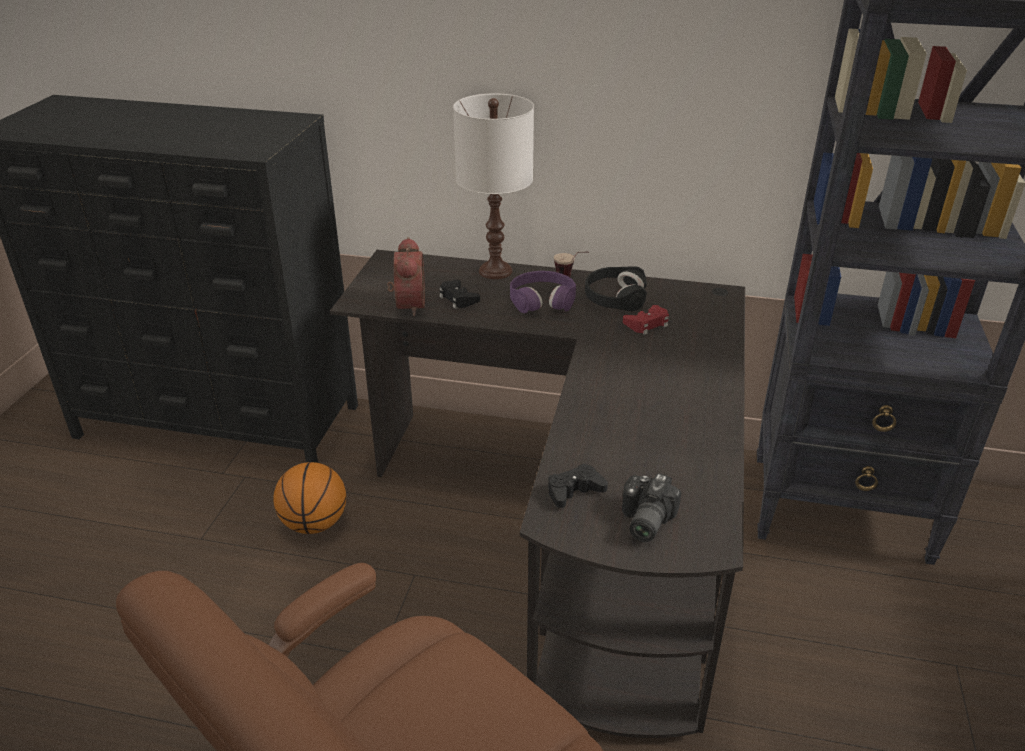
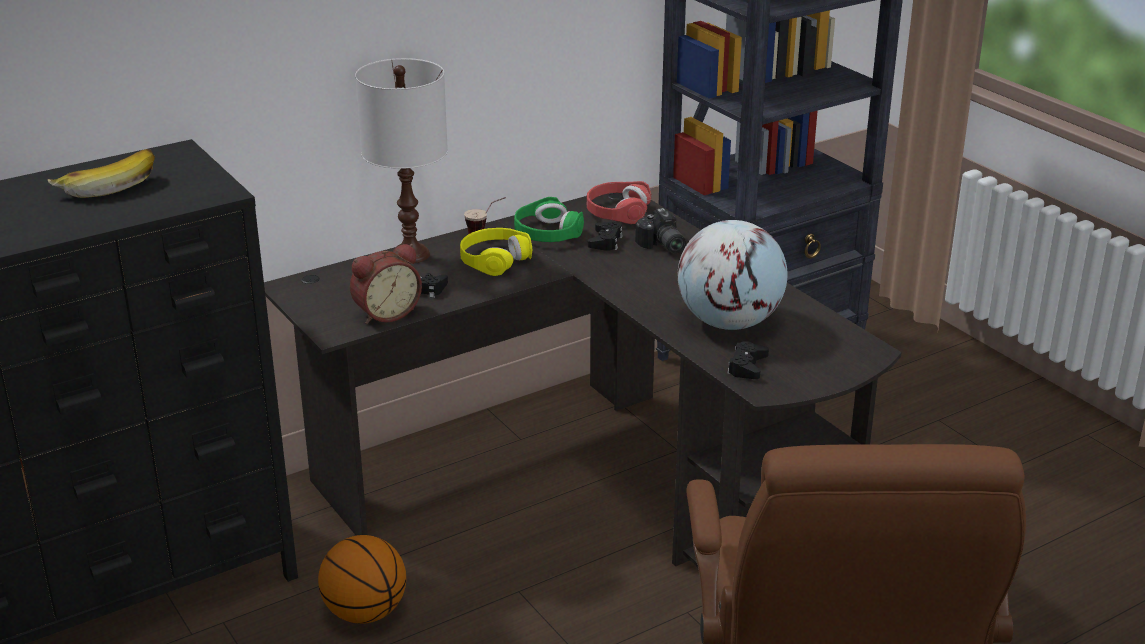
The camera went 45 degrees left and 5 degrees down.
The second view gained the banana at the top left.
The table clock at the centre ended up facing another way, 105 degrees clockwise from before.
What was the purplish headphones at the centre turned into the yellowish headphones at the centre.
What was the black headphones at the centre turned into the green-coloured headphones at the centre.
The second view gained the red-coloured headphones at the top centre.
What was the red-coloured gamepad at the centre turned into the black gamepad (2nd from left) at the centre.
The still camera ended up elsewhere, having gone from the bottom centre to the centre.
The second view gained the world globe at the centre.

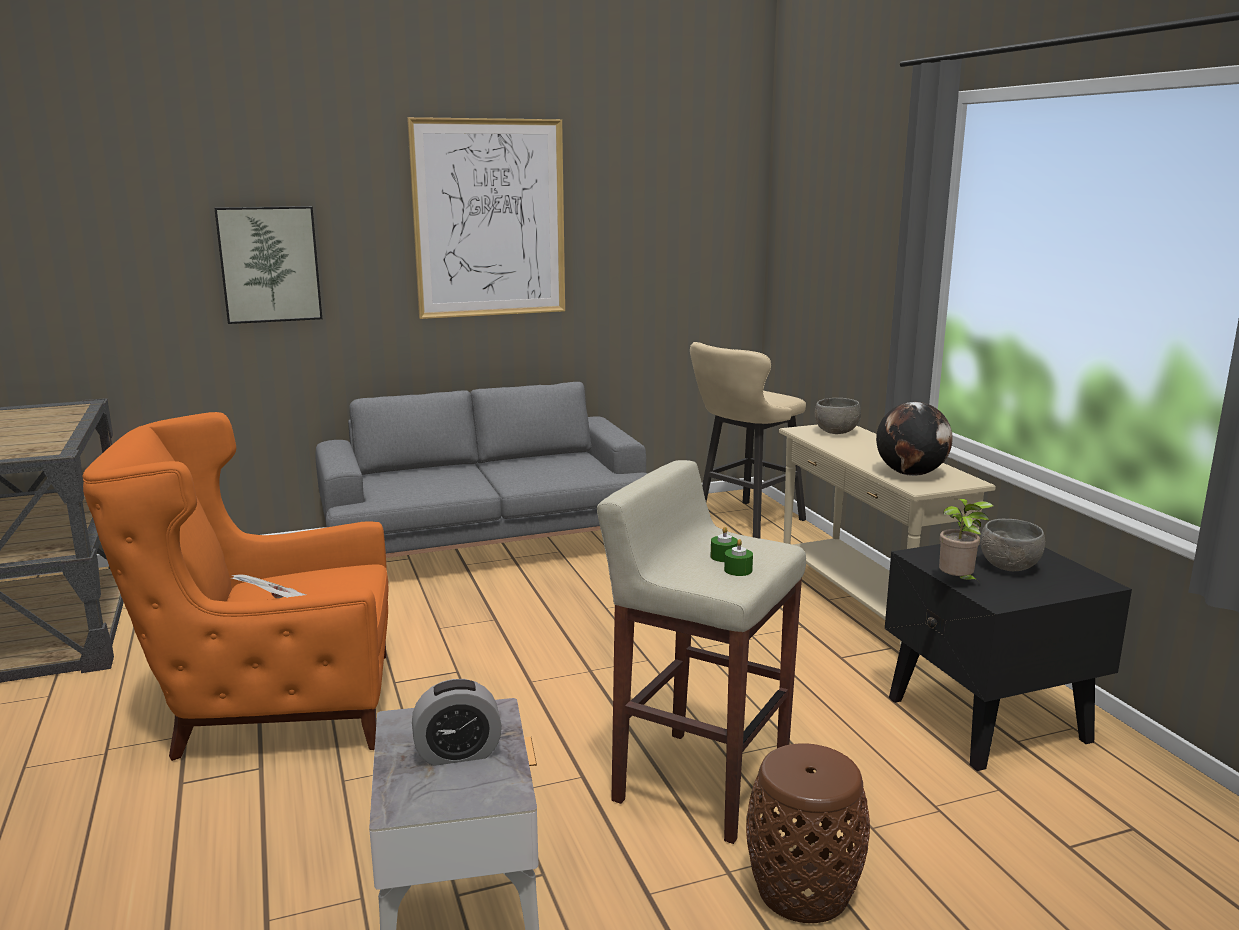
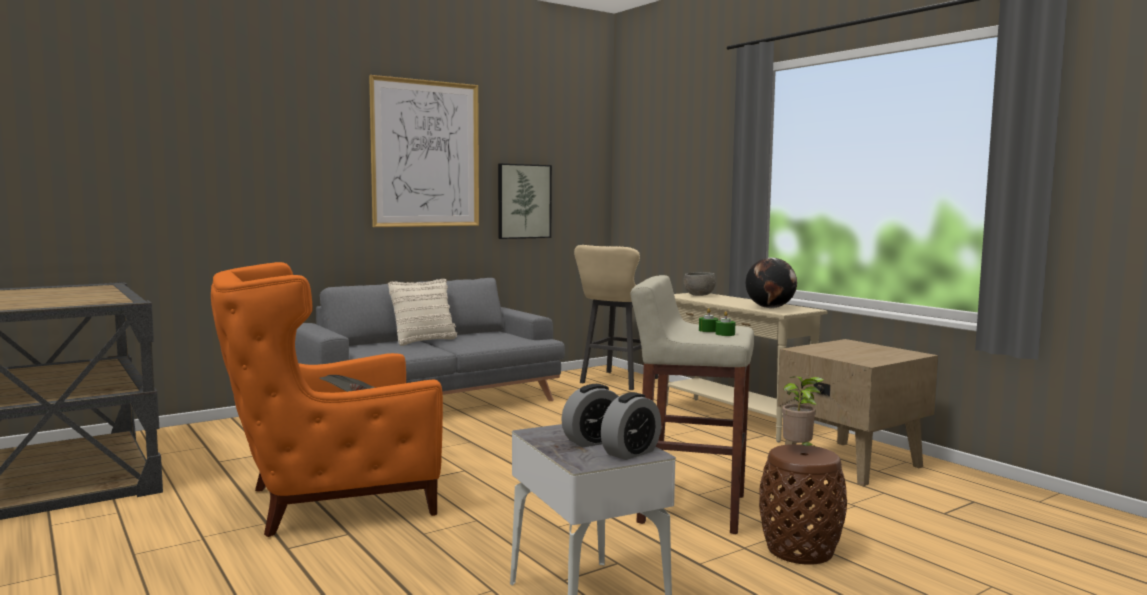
The camera went 15 degrees left and 10 degrees down.
The second view gained the sand-coloured cushion at the centre.
The wall art (1st from left in the first image) ended up elsewhere, having gone from the top left to the centre.
The second view gained the table clock (2nd from left) at the bottom centre.
What was the black bedside table at the bottom right turned into the sand-coloured bedside table at the bottom right.
The houseplant ended up elsewhere, having gone from the middle right to the bottom right.
The second view lost the gray serving bowl (2nd from left) at the middle right.

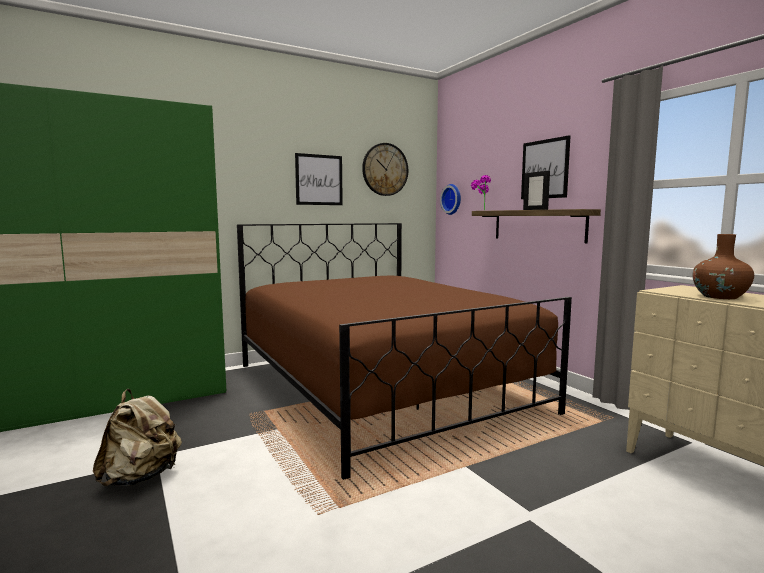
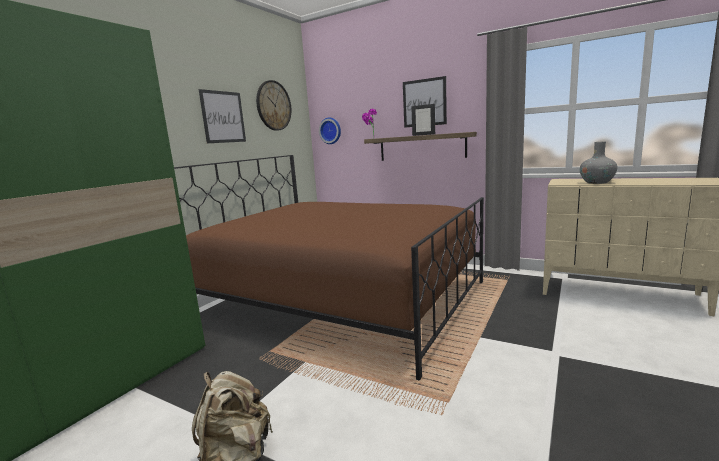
The camera went 30 degrees left and 5 degrees up.
What was the brown flower vase at the middle right turned into the gray flower vase at the middle right.

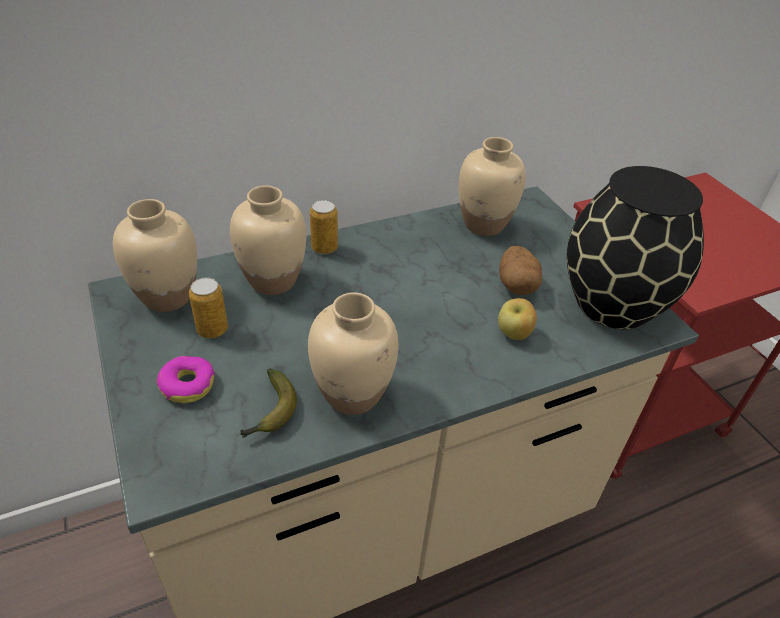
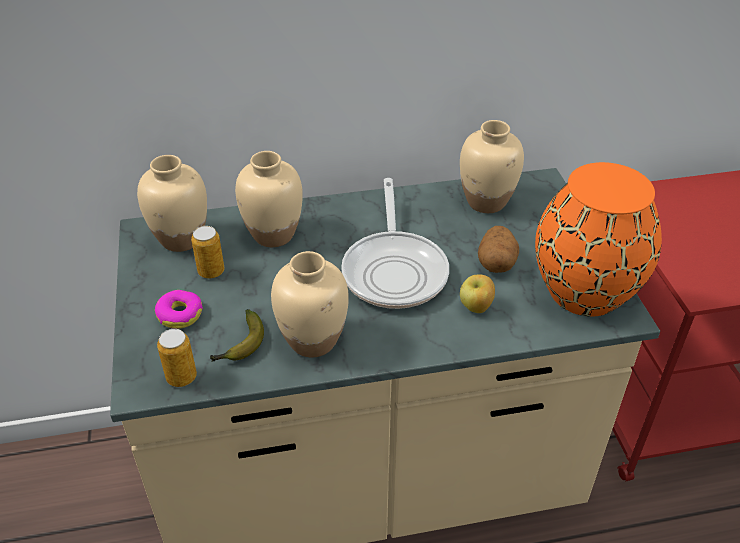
The camera went 15 degrees right and 0 degrees up.
The can (2nd from left in the first image) ended up elsewhere, having gone from the centre to the middle left.
The second view gained the skillet at the centre.
What was the black flower vase at the middle right turned into the orangey flower vase at the middle right.

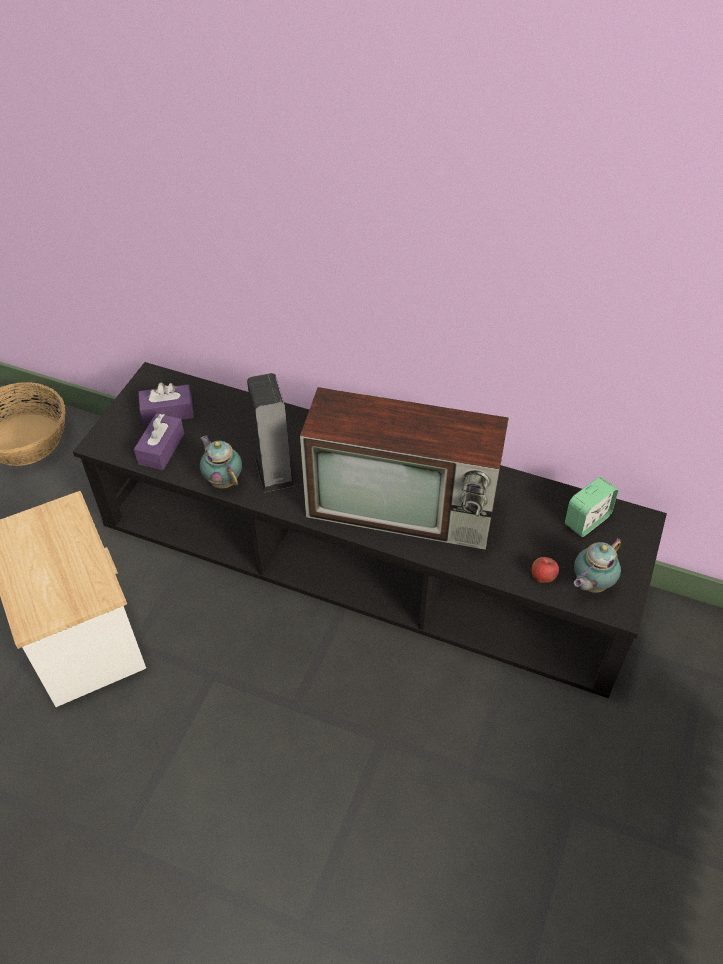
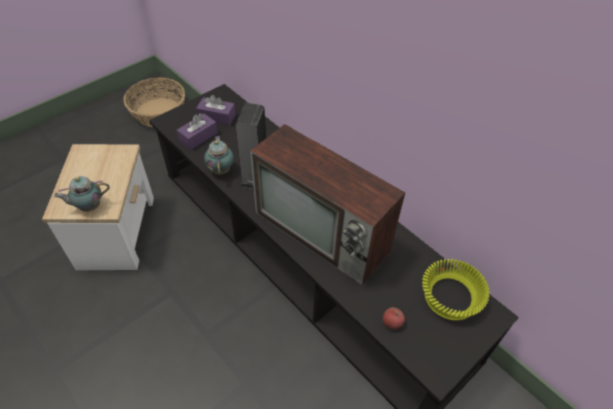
The camera went 25 degrees right and 0 degrees up.
The tea pot (2nd from left in the first image) ended up elsewhere, having gone from the middle right to the middle left.
Where the table clock stood at the middle right, the yellowish serving bowl came to stand at the bottom right.

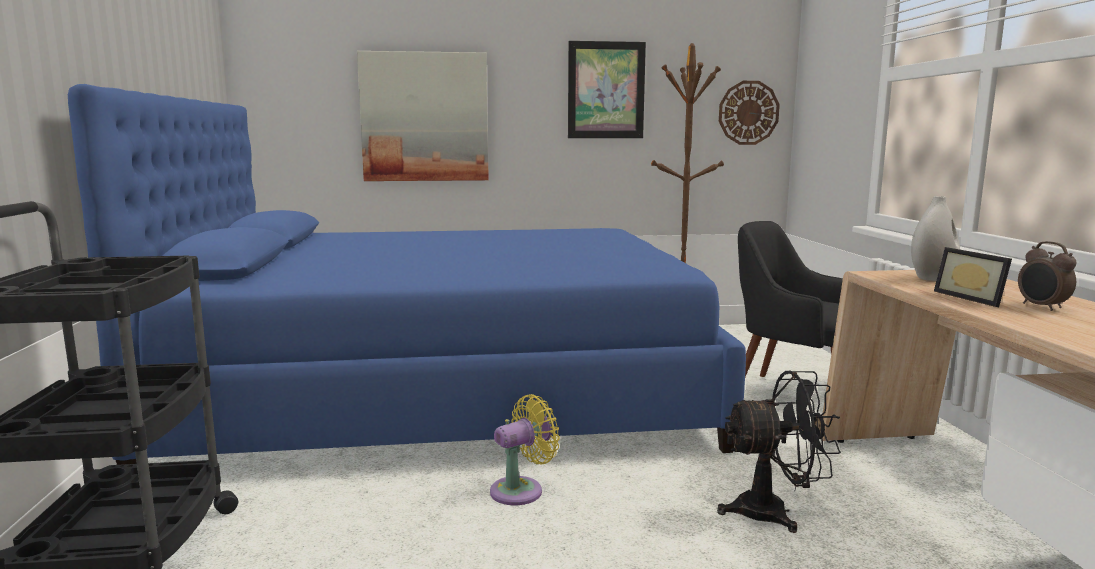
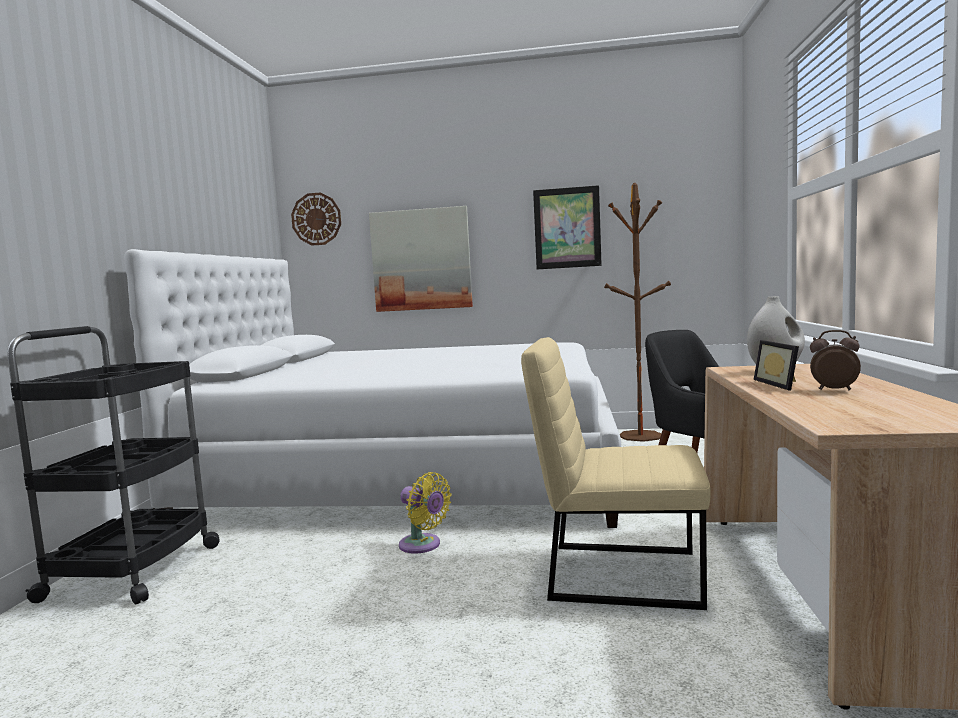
The camera went 15 degrees right and 5 degrees down.
What was the blue sleeping bed at the centre turned into the whitish sleeping bed at the centre.
The wall clock ended up elsewhere, having gone from the top right to the top left.
The yellowish fan at the bottom centre ended up facing another way, 60 degrees clockwise from before.
Where the black fan stood at the bottom right, the sand-coloured upright chair came to stand at the centre.
The table clock at the middle right ended up facing another way, 120 degrees clockwise from before.

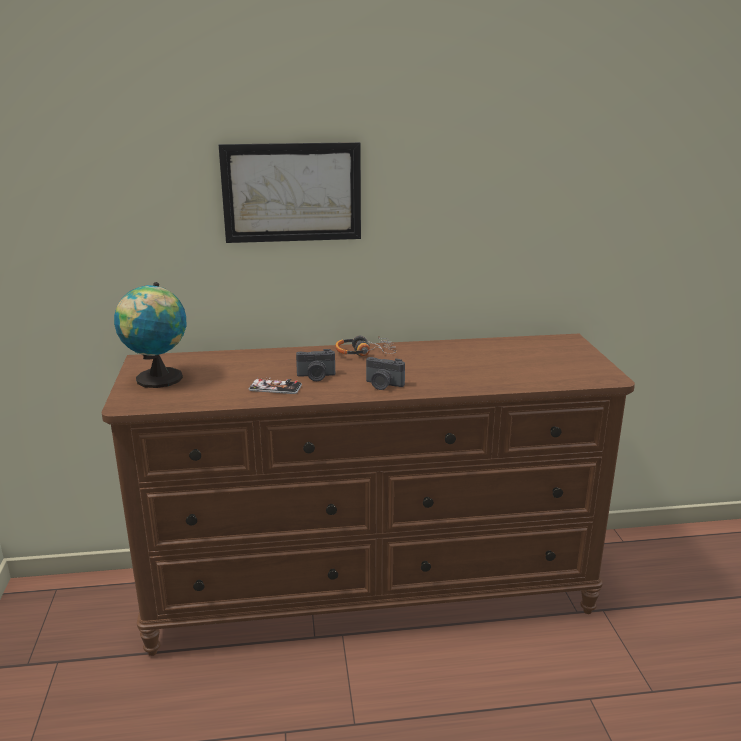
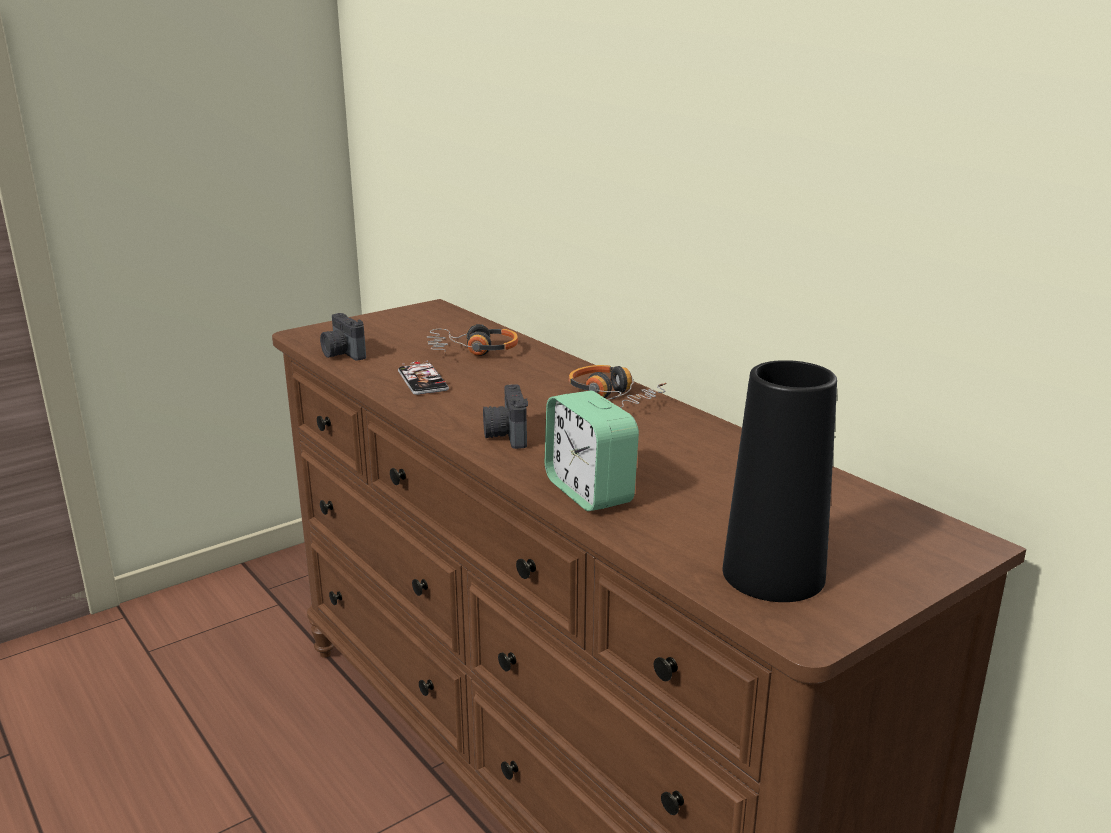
The camera went 60 degrees right and 0 degrees up.
The still camera (1st from left) ended up elsewhere, having gone from the centre to the middle left.
The second view gained the headphones (1st from left) at the centre.
The second view gained the table clock at the centre.
The second view gained the black flower vase at the middle right.
The second view lost the world globe at the middle left.
The second view lost the wall art at the top centre.

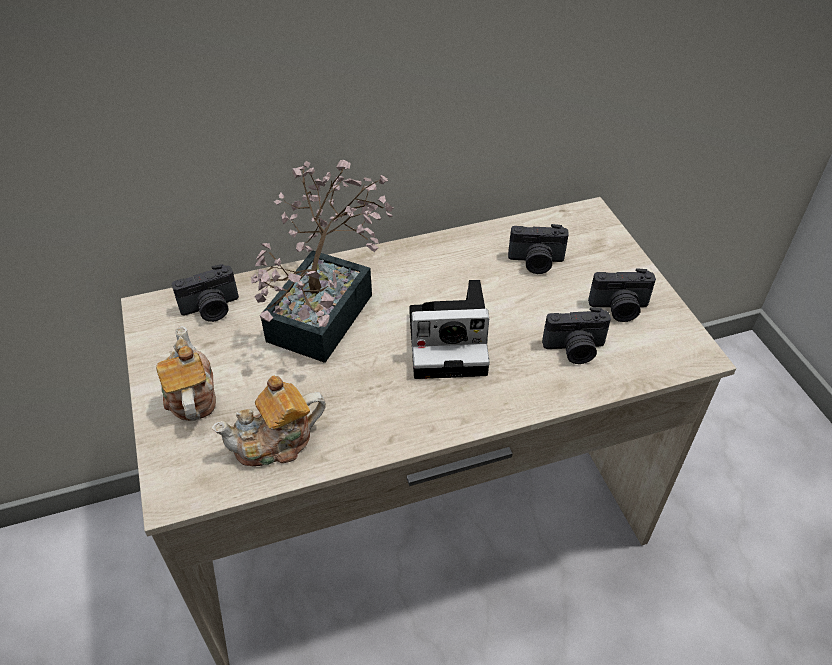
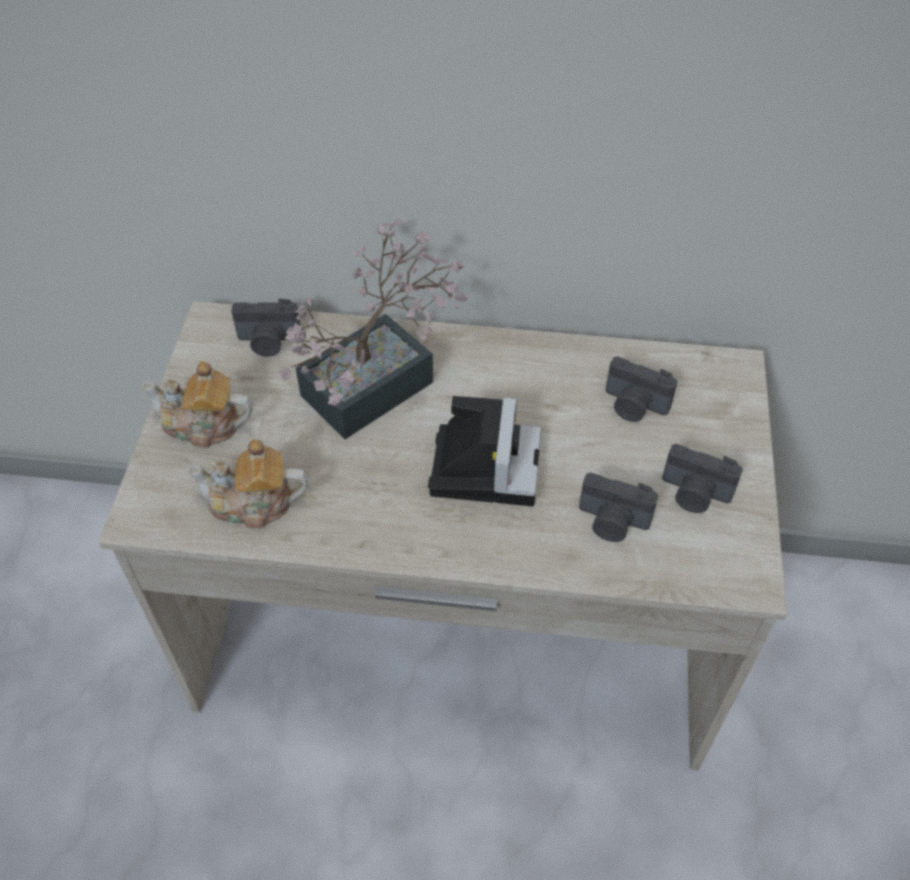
The camera went 25 degrees right and 5 degrees up.
The tea pot (1st from left) at the middle left ended up facing another way, 90 degrees counterclockwise from before.
The still camera (2nd from left) at the centre ended up facing another way, 105 degrees counterclockwise from before.

